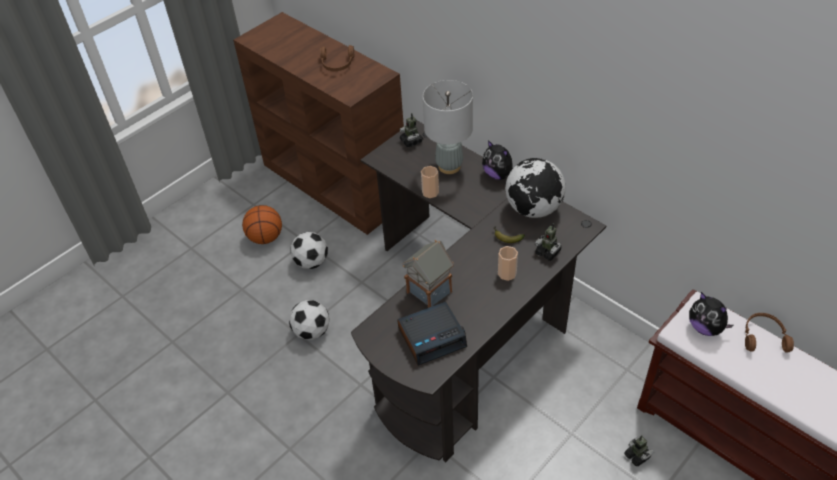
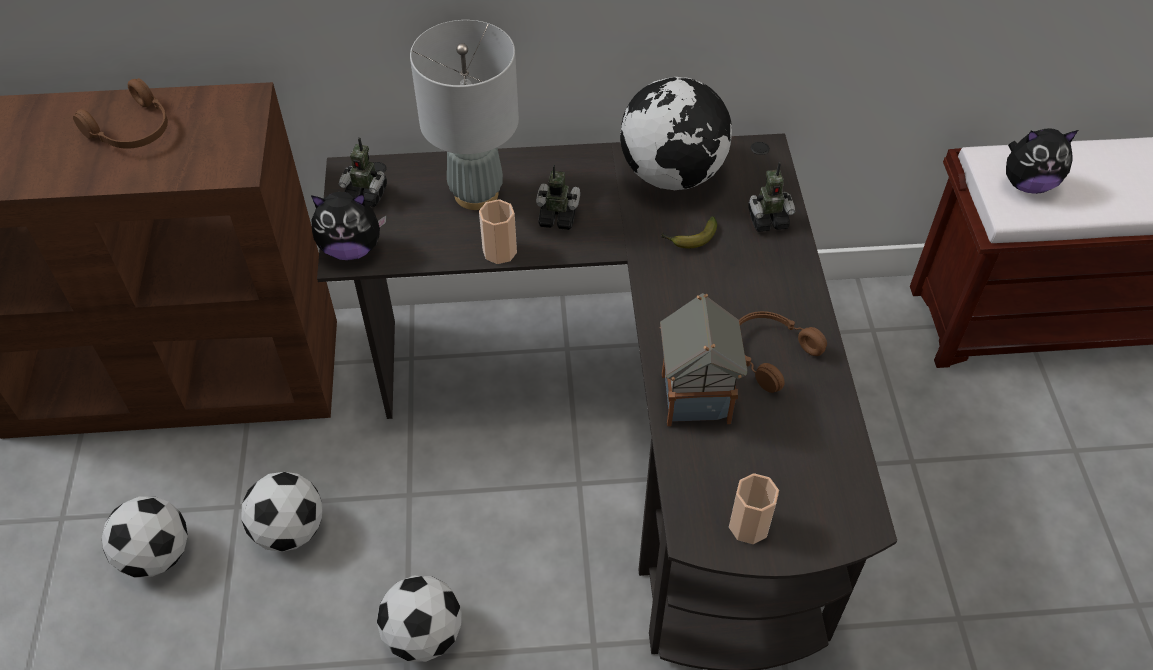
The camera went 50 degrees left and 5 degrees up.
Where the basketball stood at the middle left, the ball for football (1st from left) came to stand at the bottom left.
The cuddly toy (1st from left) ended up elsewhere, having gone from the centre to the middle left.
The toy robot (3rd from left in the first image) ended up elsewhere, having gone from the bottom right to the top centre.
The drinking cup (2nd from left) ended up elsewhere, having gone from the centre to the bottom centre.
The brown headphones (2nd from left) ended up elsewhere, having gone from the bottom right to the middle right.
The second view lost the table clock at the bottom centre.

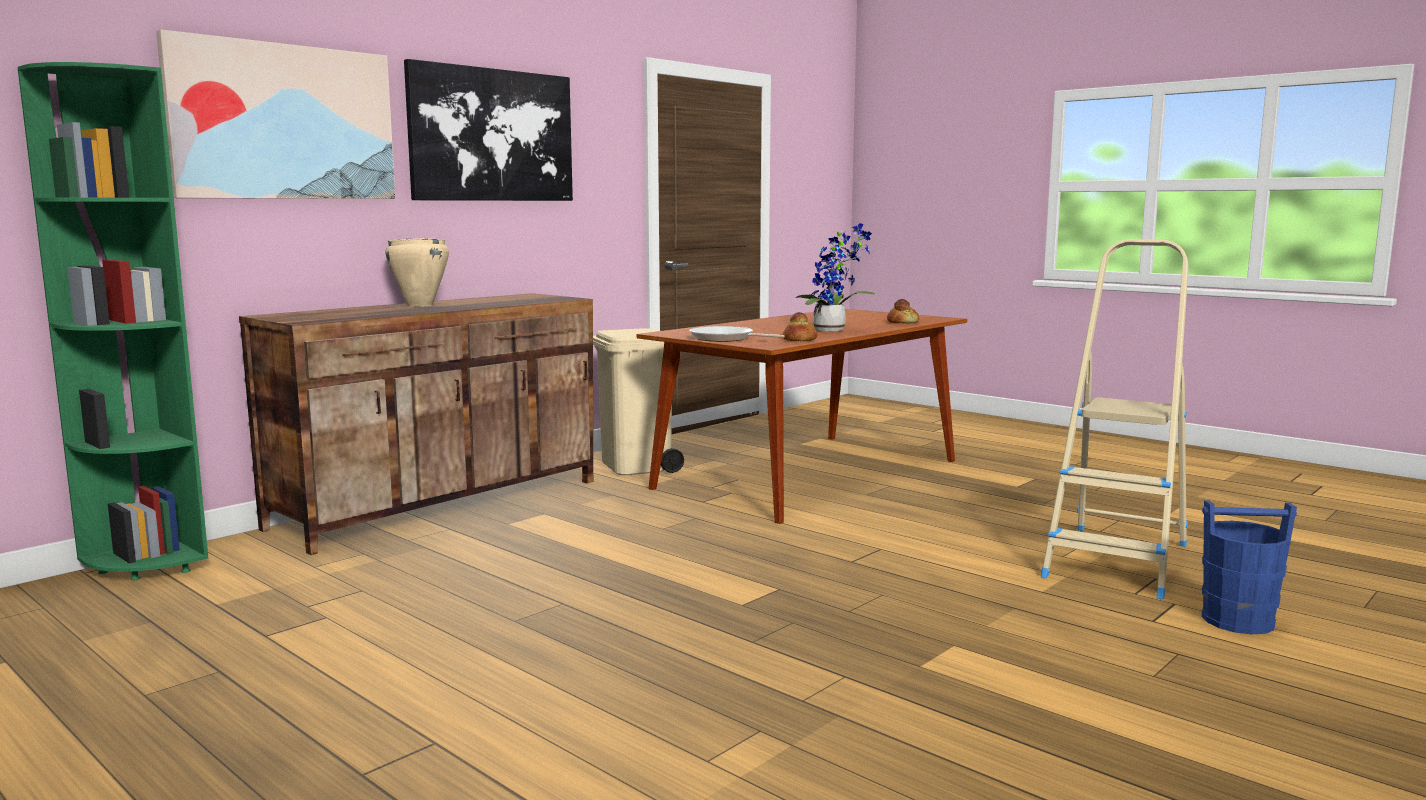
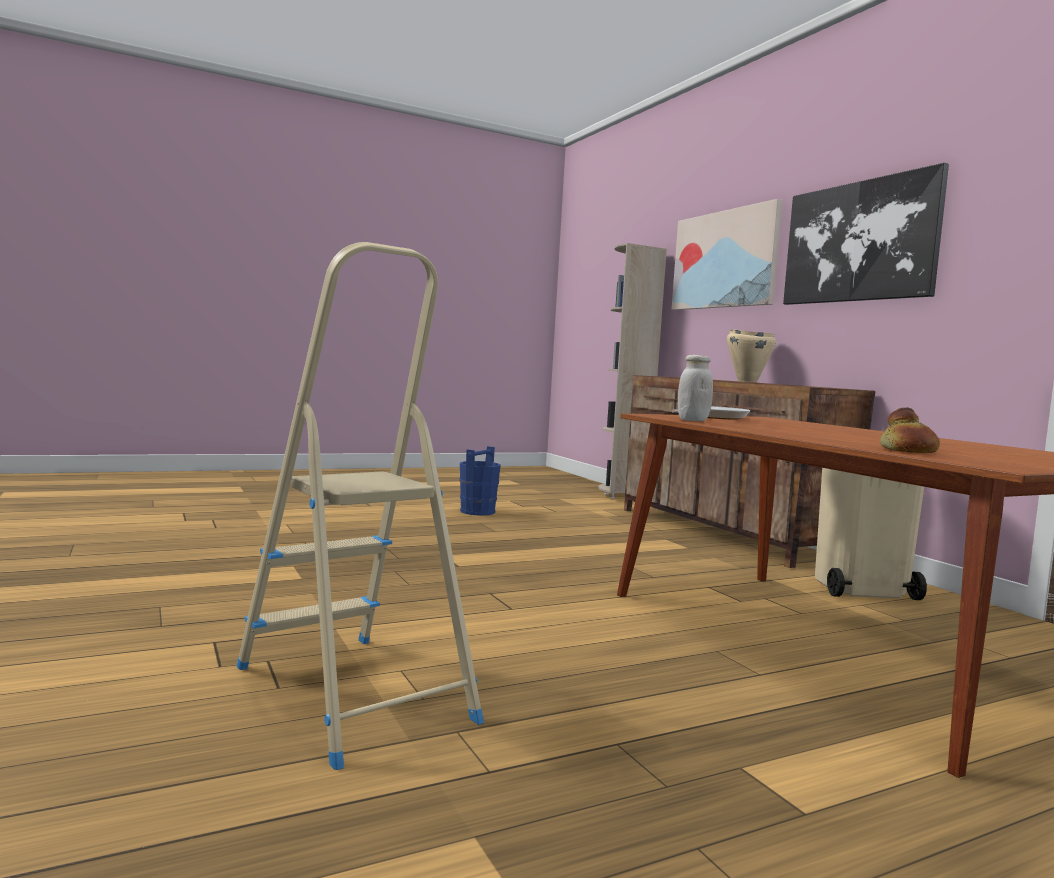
The camera went 110 degrees right and 5 degrees down.
The blue water bucket ended up elsewhere, having gone from the bottom right to the centre.
What was the green-coloured shelving unit at the middle left turned into the sand-coloured shelving unit at the centre.
Where the bread (1st from left) stood at the centre, the whitish storage jar came to stand at the centre.
The second view lost the houseplant at the centre.

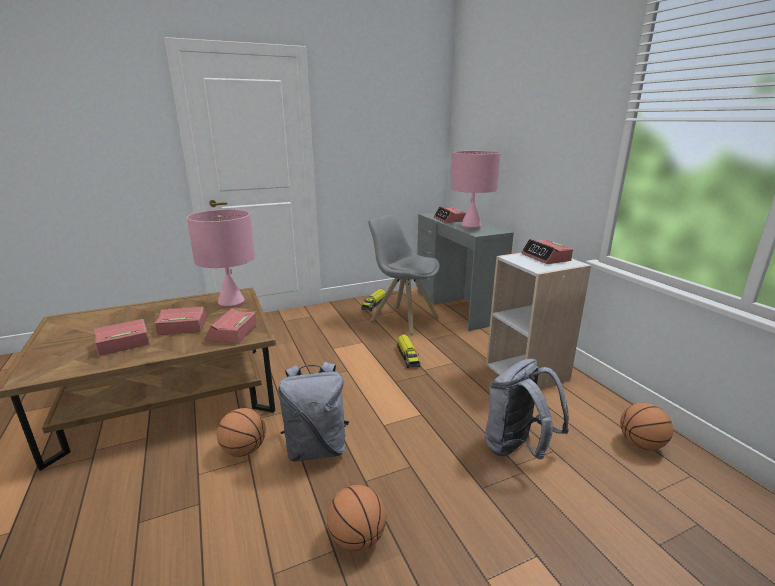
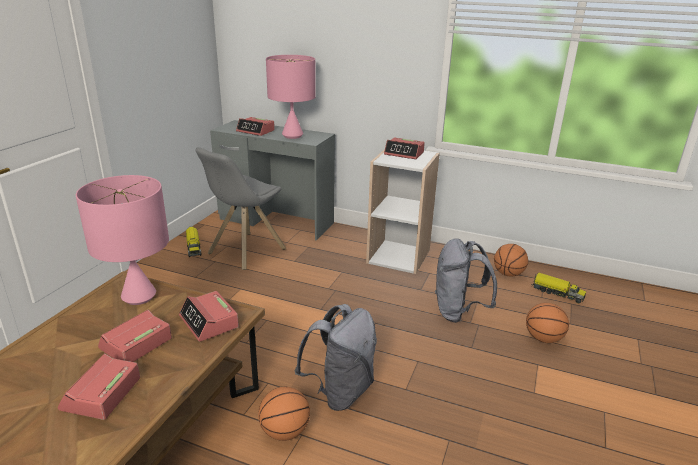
The camera went 45 degrees left and 5 degrees up.
The gray upright chair at the centre ended up facing another way, 45 degrees counterclockwise from before.
The basketball (2nd from left in the first image) ended up elsewhere, having gone from the bottom centre to the bottom right.
The model truck (2nd from left) ended up elsewhere, having gone from the centre to the middle right.

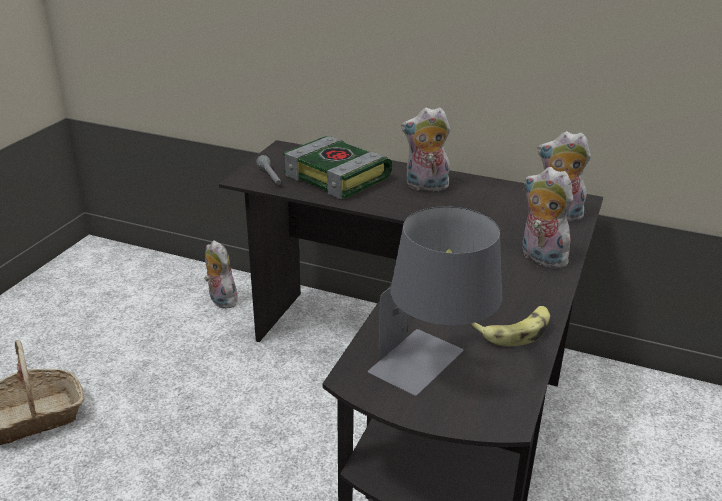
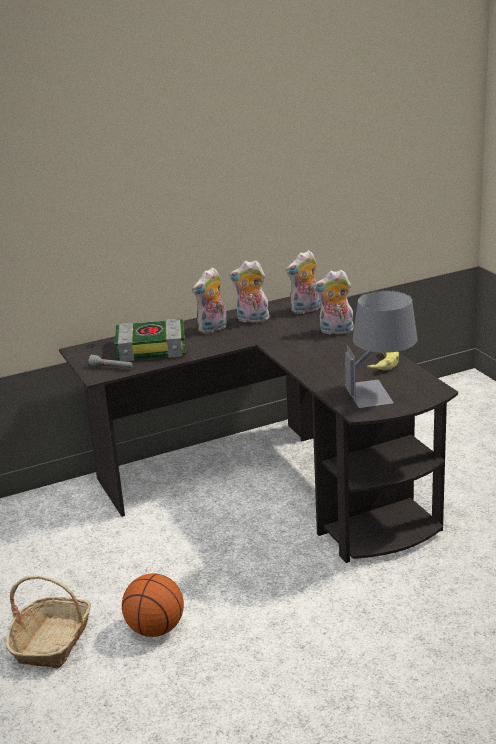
The camera went 45 degrees left and 5 degrees down.
The second view gained the basketball at the bottom left.
The cuddly toy (1st from left in the first image) ended up elsewhere, having gone from the middle left to the centre.

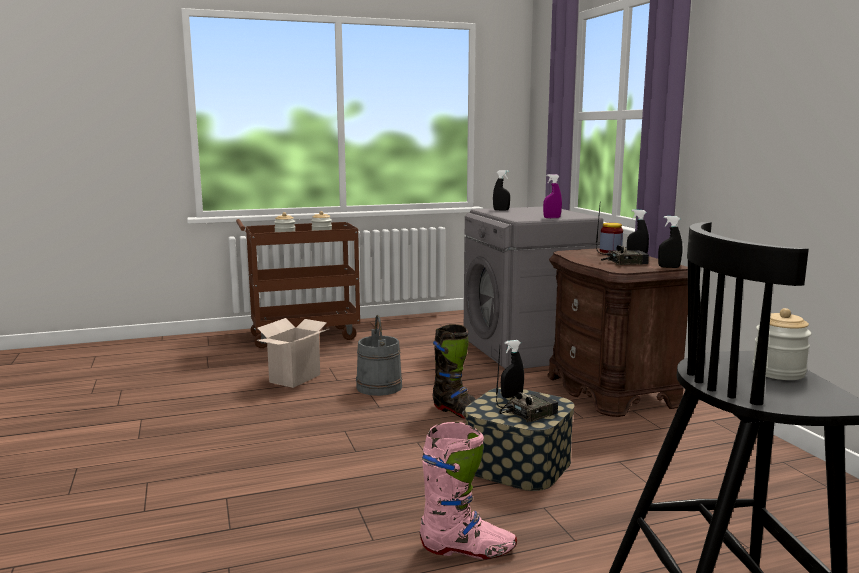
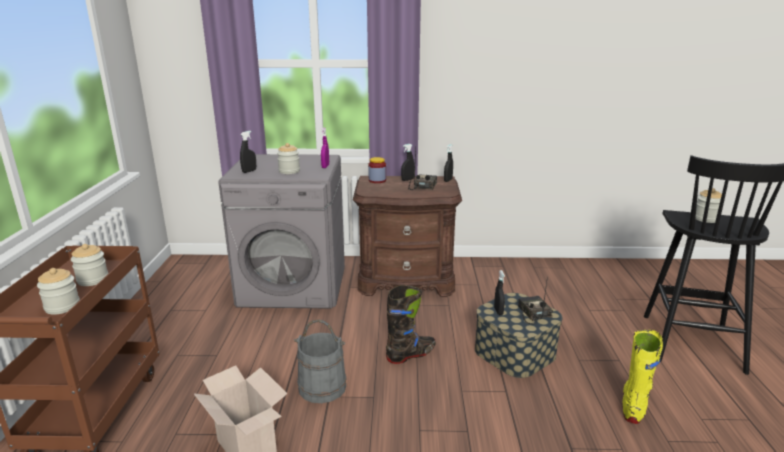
The camera went 70 degrees left and 10 degrees up.
The second view gained the storage jar (3rd from left) at the centre.
What was the pinkish boot at the bottom centre turned into the yellowish boot at the bottom right.

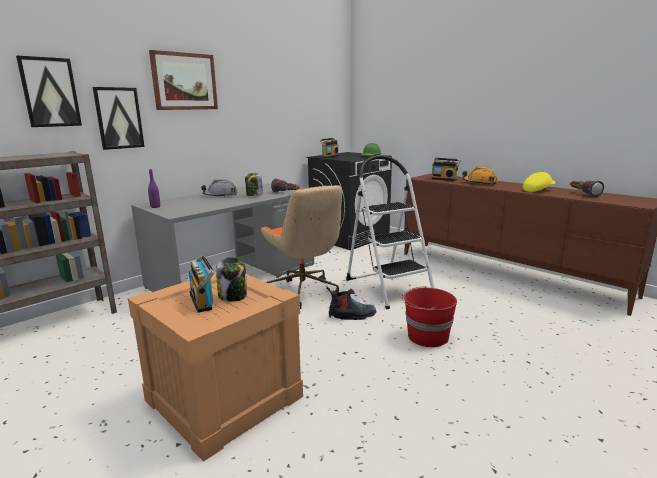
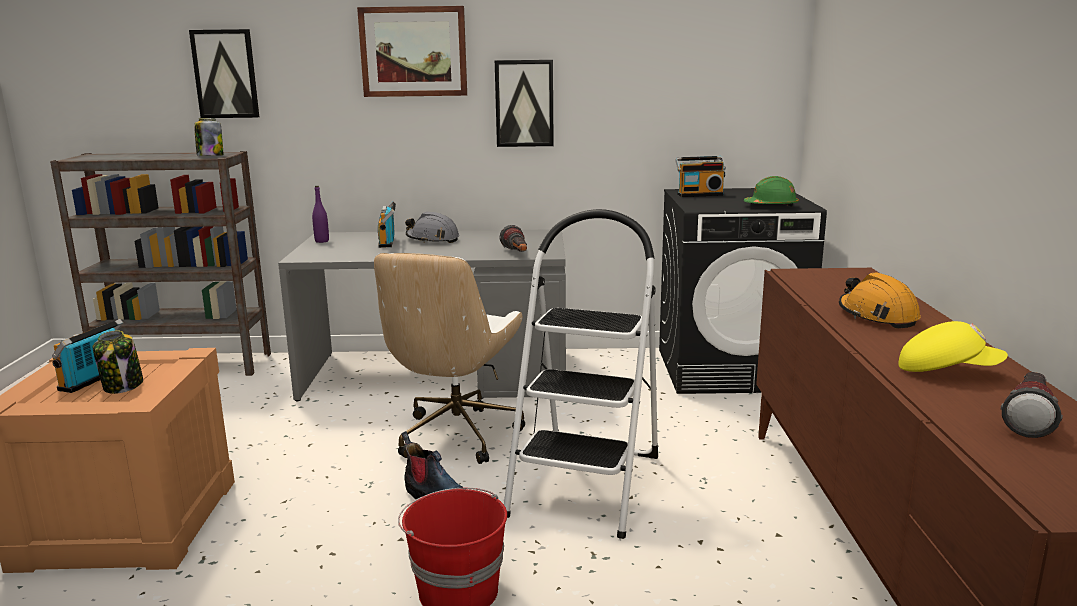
The camera went 45 degrees right and 0 degrees up.
The storage jar (2nd from left) ended up elsewhere, having gone from the centre to the top left.
What was the orangey office chair at the centre turned into the whitish office chair at the centre.
The radio receiver (3rd from left in the first image) ended up elsewhere, having gone from the middle right to the centre.
The wall art (2nd from left in the first image) ended up elsewhere, having gone from the top left to the top centre.

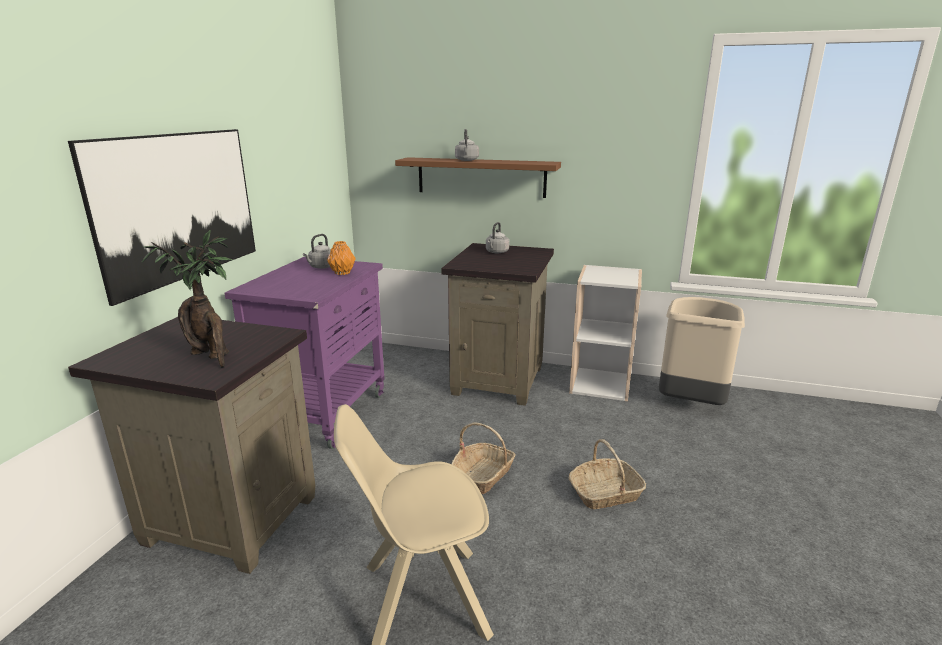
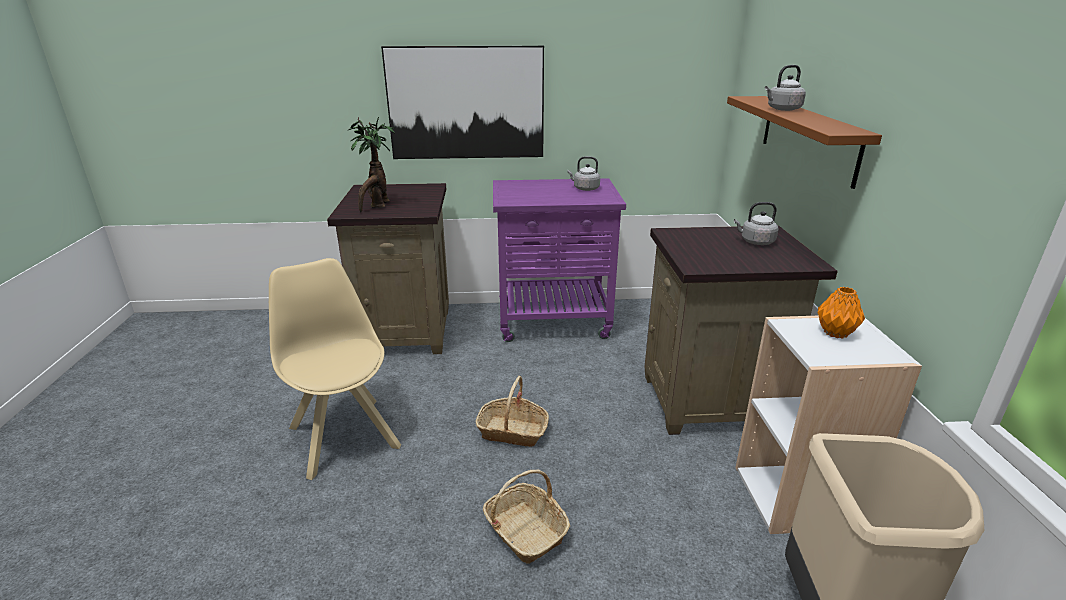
The camera went 70 degrees right and 5 degrees up.
The orangey flower vase ended up elsewhere, having gone from the centre to the middle right.

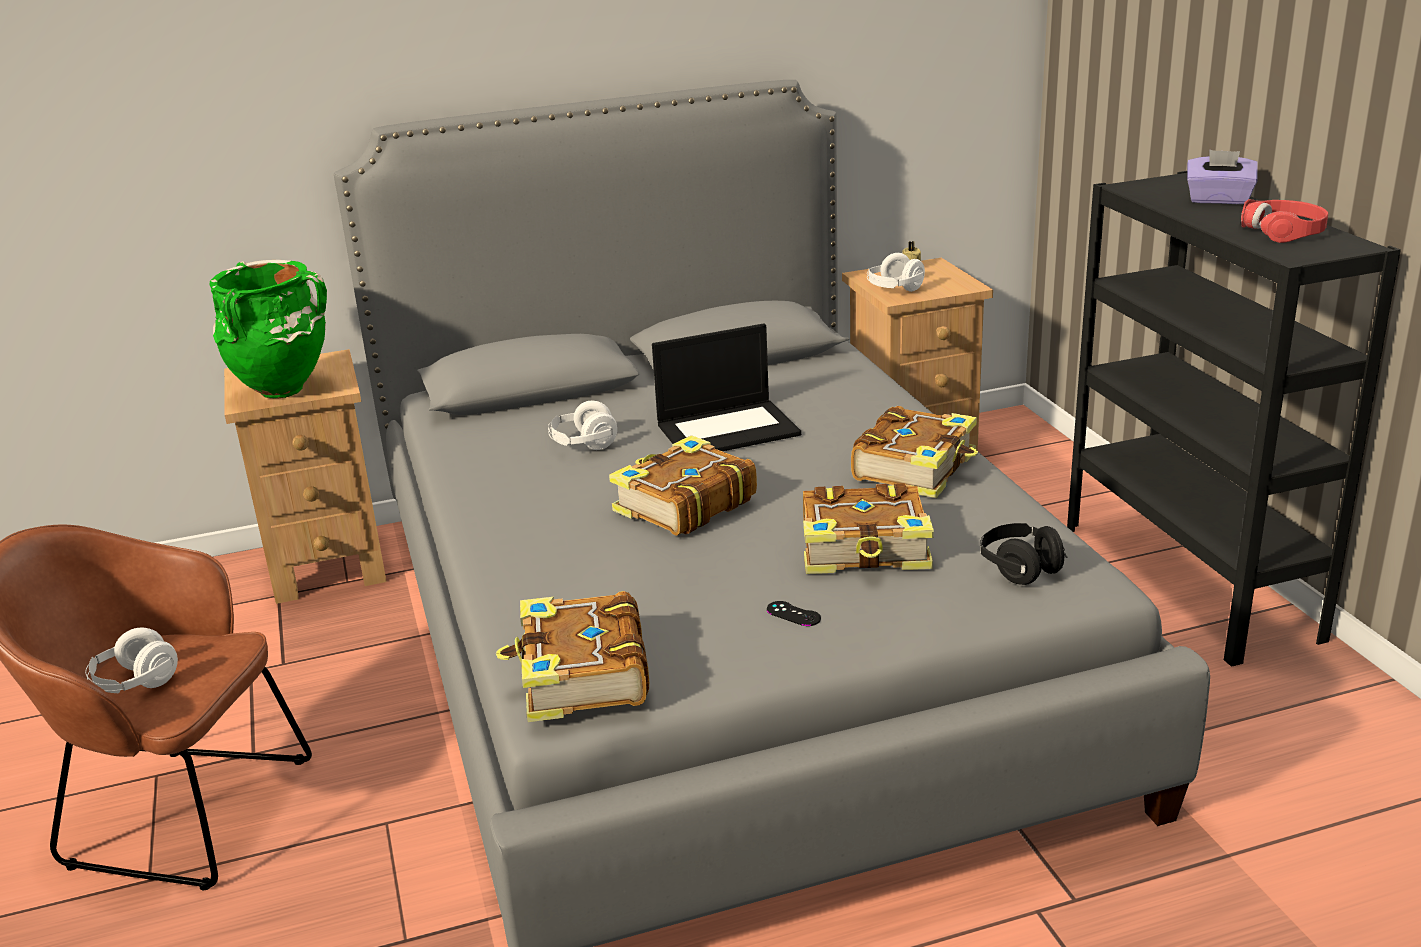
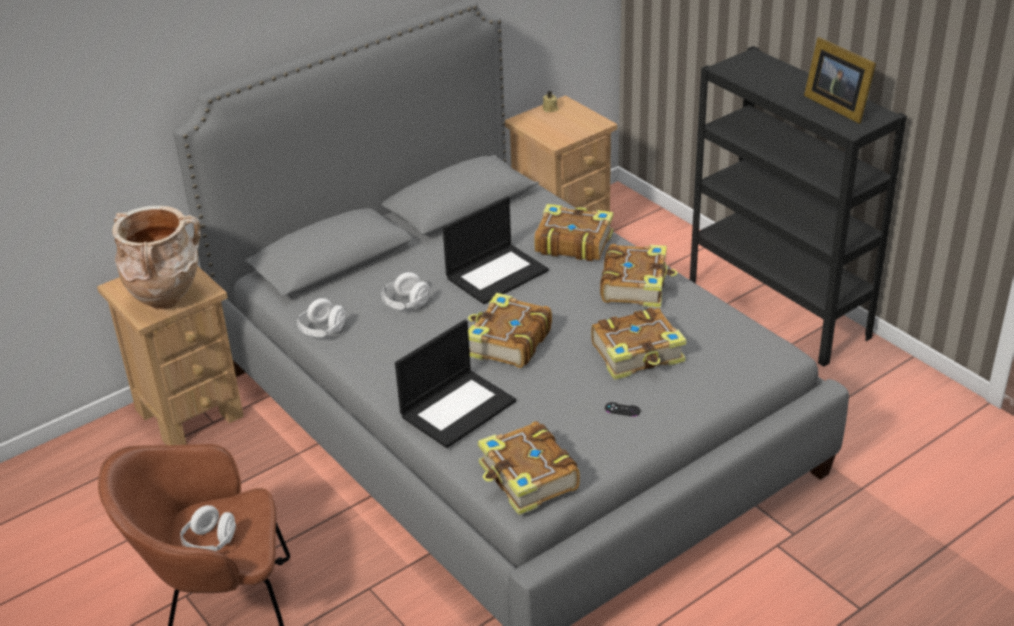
The camera went 20 degrees left and 10 degrees up.
What was the green-coloured flower vase at the middle left turned into the sand-coloured flower vase at the middle left.
The whitish headphones (3rd from left in the first image) ended up elsewhere, having gone from the top centre to the middle left.
The second view gained the notebook computer (1st from left) at the centre.
The second view gained the book (3rd from left) at the centre.
Where the red-coloured headphones stood at the top right, the photo frame came to stand at the top right.
The second view lost the black headphones at the middle right.
The second view lost the purplish tissue holder at the top right.

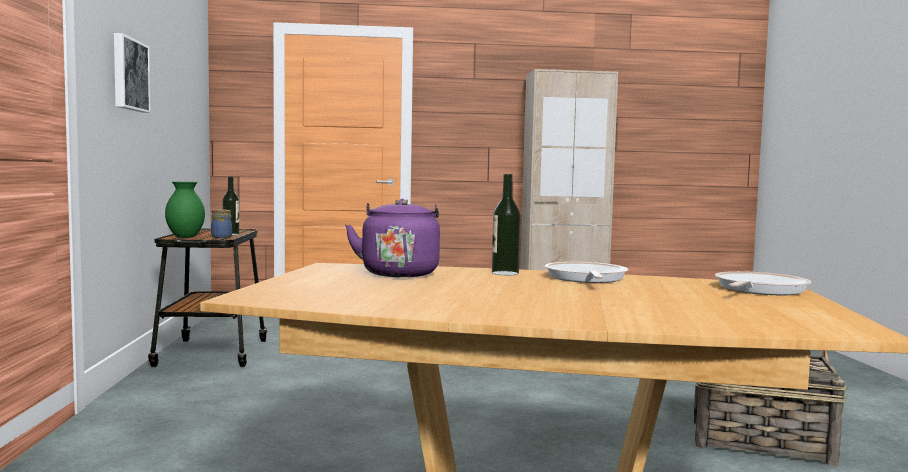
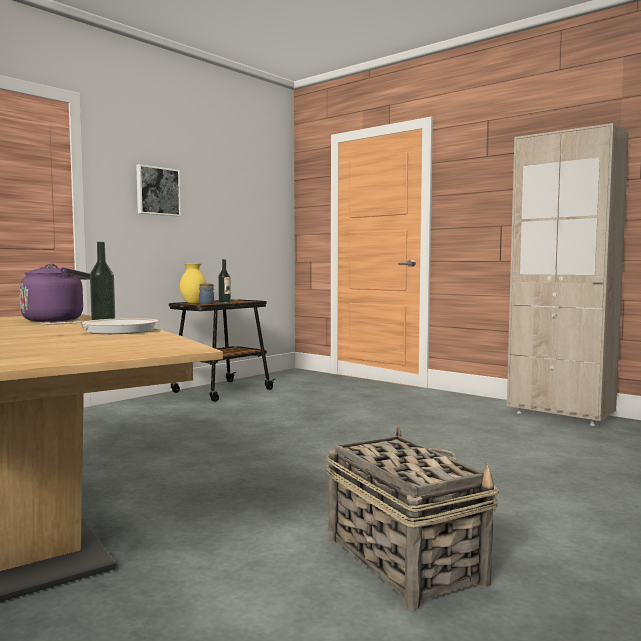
The camera went 45 degrees right and 0 degrees up.
What was the green-coloured flower vase at the middle left turned into the yellowish flower vase at the middle left.
The second view lost the skillet (2nd from left) at the middle right.

